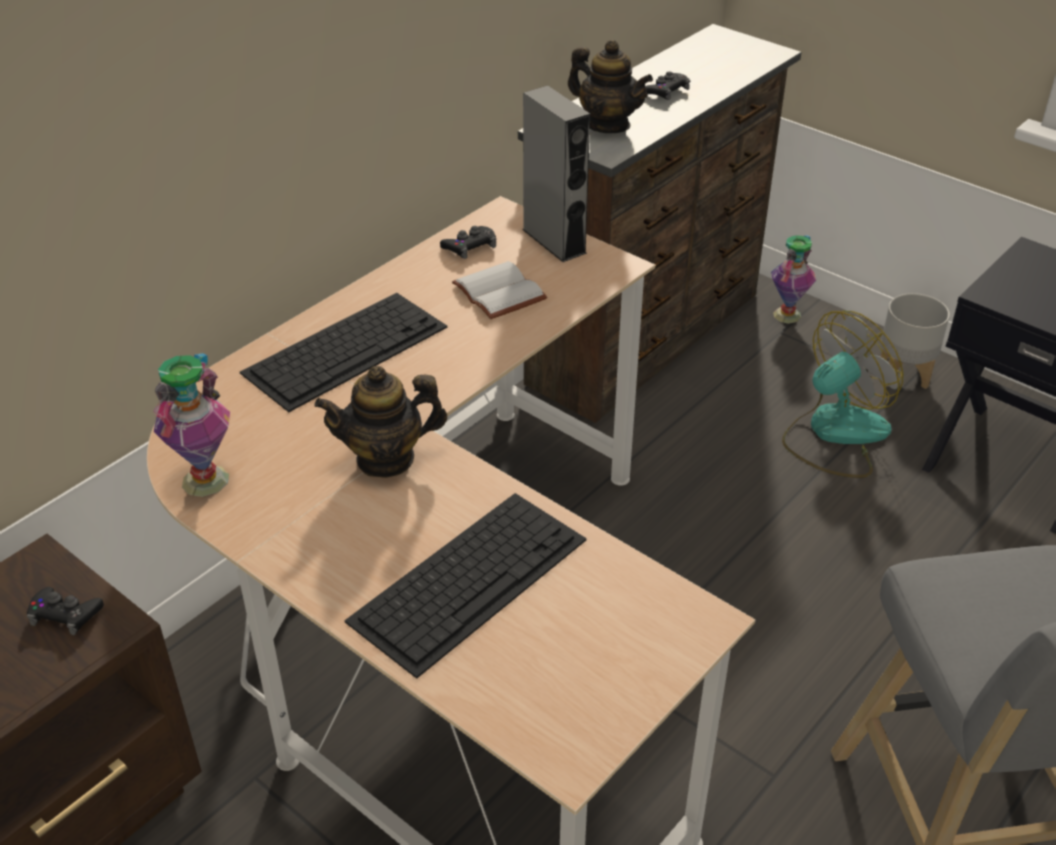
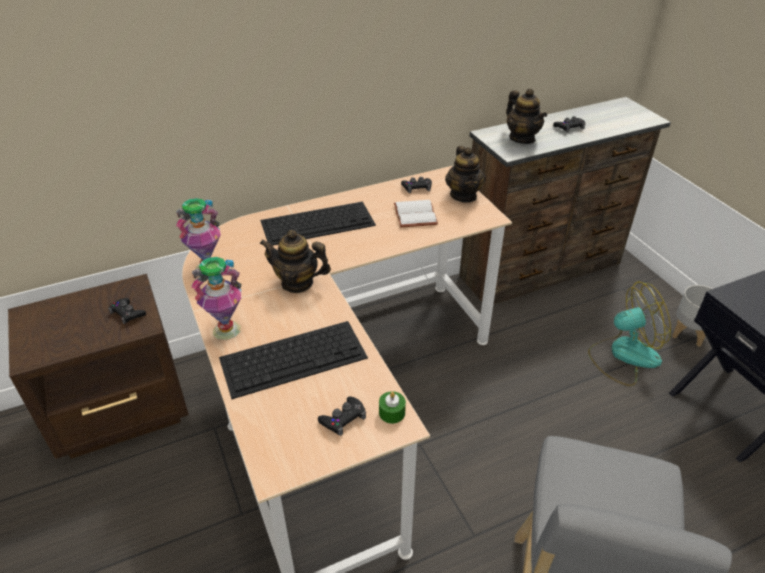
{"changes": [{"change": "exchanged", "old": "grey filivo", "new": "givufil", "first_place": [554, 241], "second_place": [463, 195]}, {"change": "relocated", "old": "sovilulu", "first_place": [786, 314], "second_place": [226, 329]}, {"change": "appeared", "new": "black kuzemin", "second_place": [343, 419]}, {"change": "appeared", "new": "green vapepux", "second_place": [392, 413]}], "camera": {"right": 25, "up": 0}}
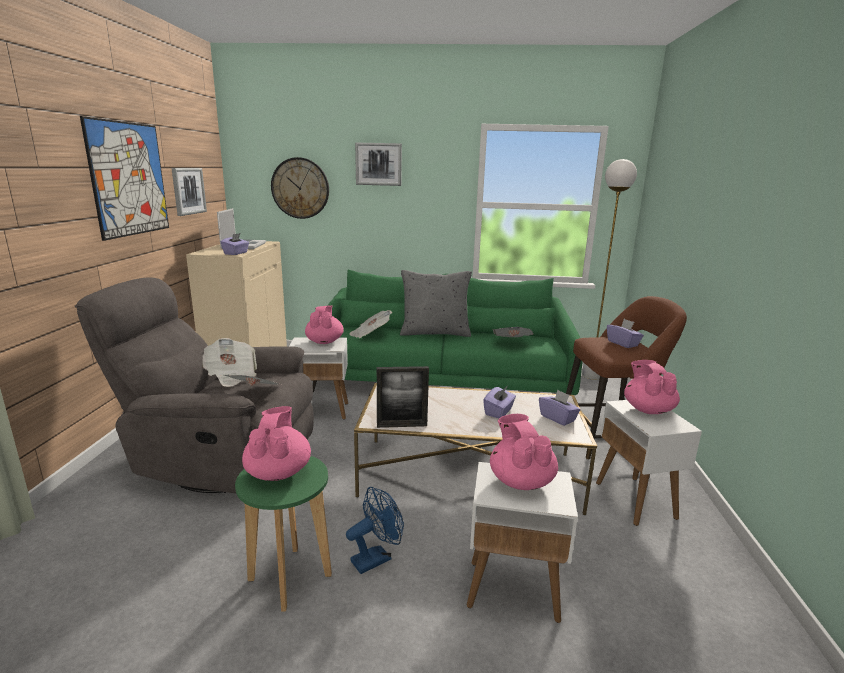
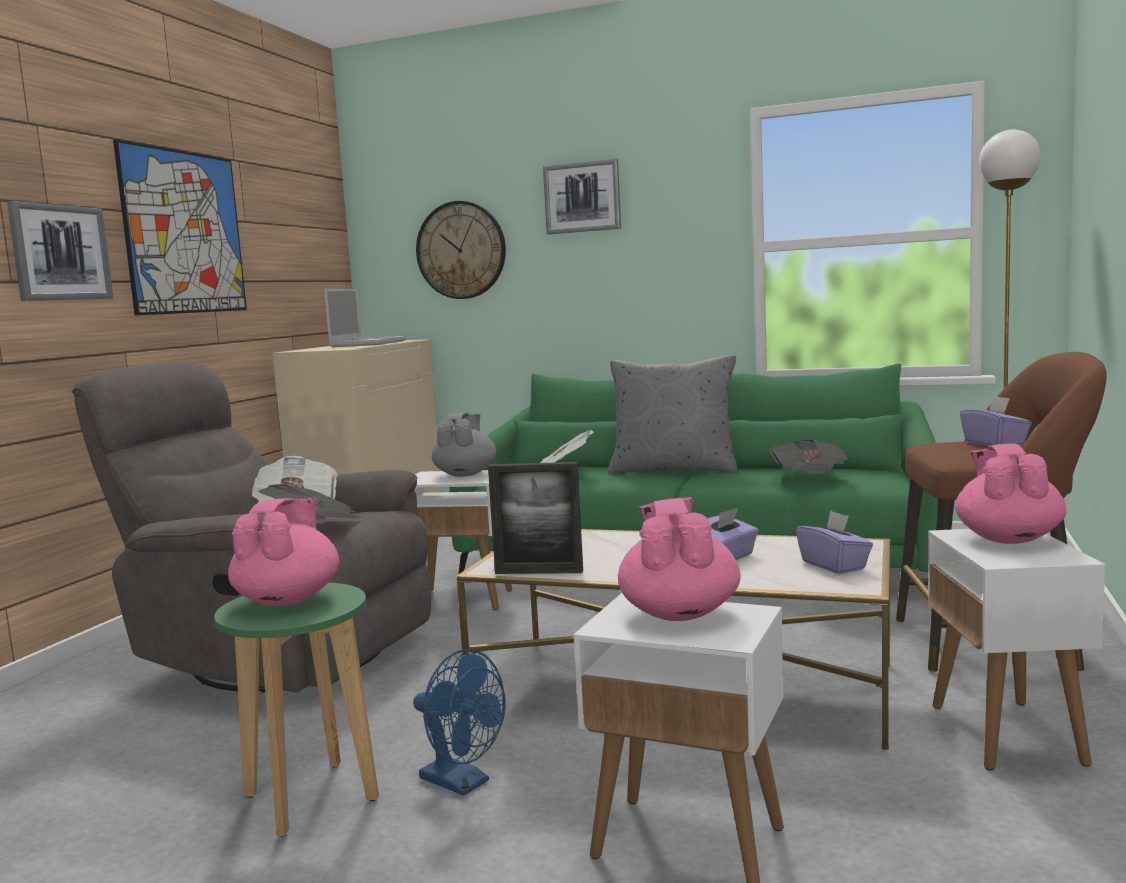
{"changes": [{"change": "relocated", "old": "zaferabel", "first_place": [188, 191], "second_place": [60, 253]}, {"change": "missing", "old": "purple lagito", "first_place": [236, 253]}, {"change": "colour", "old": "pink givufil", "new": "grey givufil", "first_place": [324, 341], "second_place": [465, 474]}, {"change": "spun", "old": "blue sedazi", "first_place": [376, 558], "second_place": [463, 783], "degrees": 60}], "camera": {"right": 15, "up": -10}}
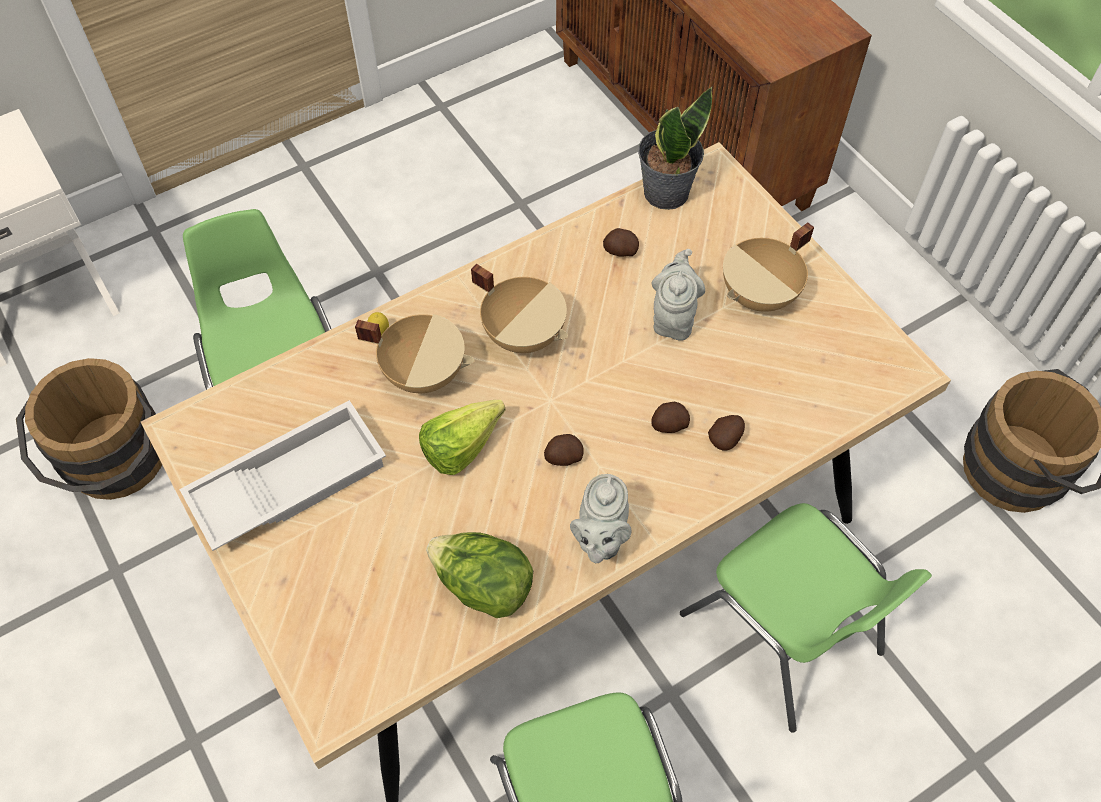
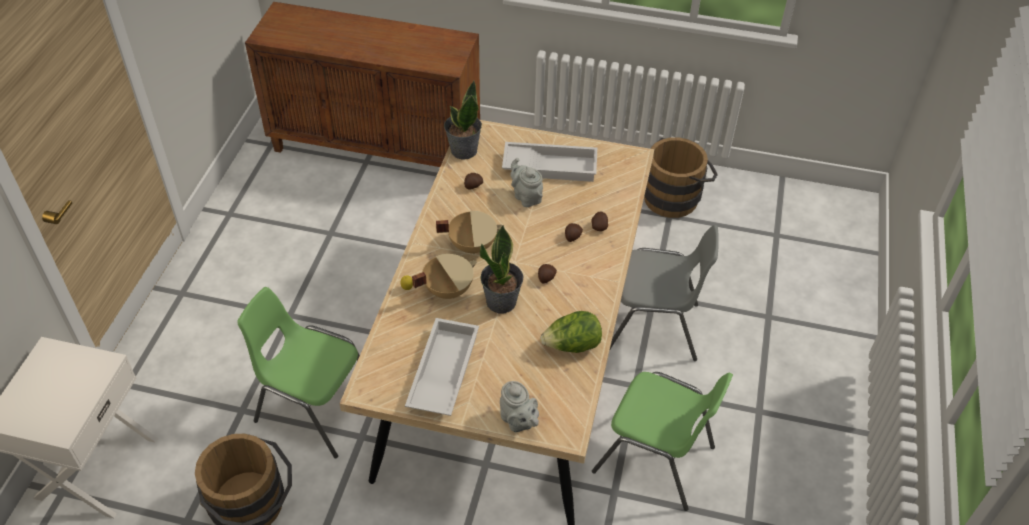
{"changes": [{"change": "exchanged", "old": "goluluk", "new": "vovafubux", "first_place": [468, 445], "second_place": [502, 302]}, {"change": "relocated", "old": "grey givufil", "first_place": [600, 538], "second_place": [518, 422]}, {"change": "colour", "old": "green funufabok", "new": "grey funufabok", "first_place": [783, 635], "second_place": [654, 328]}, {"change": "exchanged", "old": "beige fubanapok", "new": "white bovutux", "first_place": [760, 296], "second_place": [550, 166]}], "camera": {"right": -45, "up": -10}}
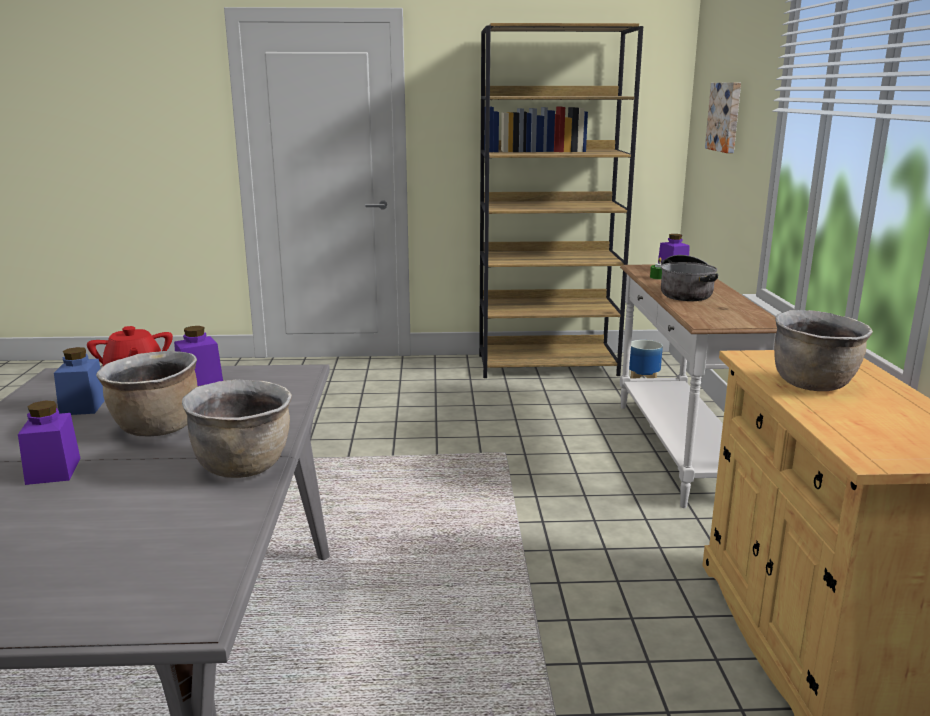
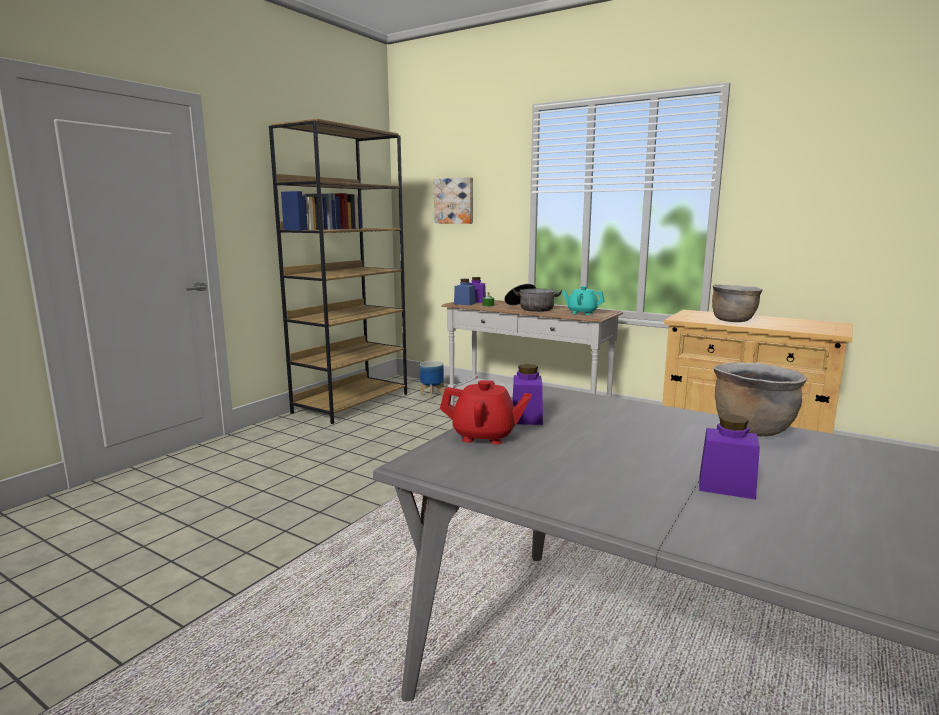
{"changes": [{"change": "relocated", "old": "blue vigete", "first_place": [83, 406], "second_place": [464, 303]}, {"change": "missing", "old": "brown fubanapok", "first_place": [156, 429]}, {"change": "appeared", "new": "turquoise givufil", "second_place": [582, 313]}], "camera": {"right": -55, "up": -5}}
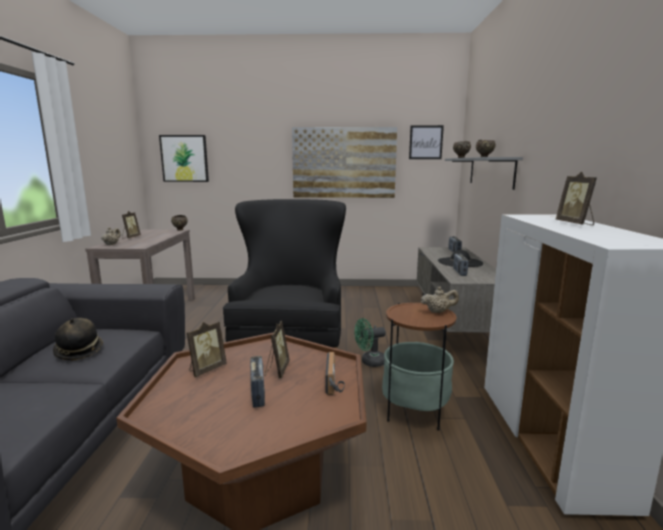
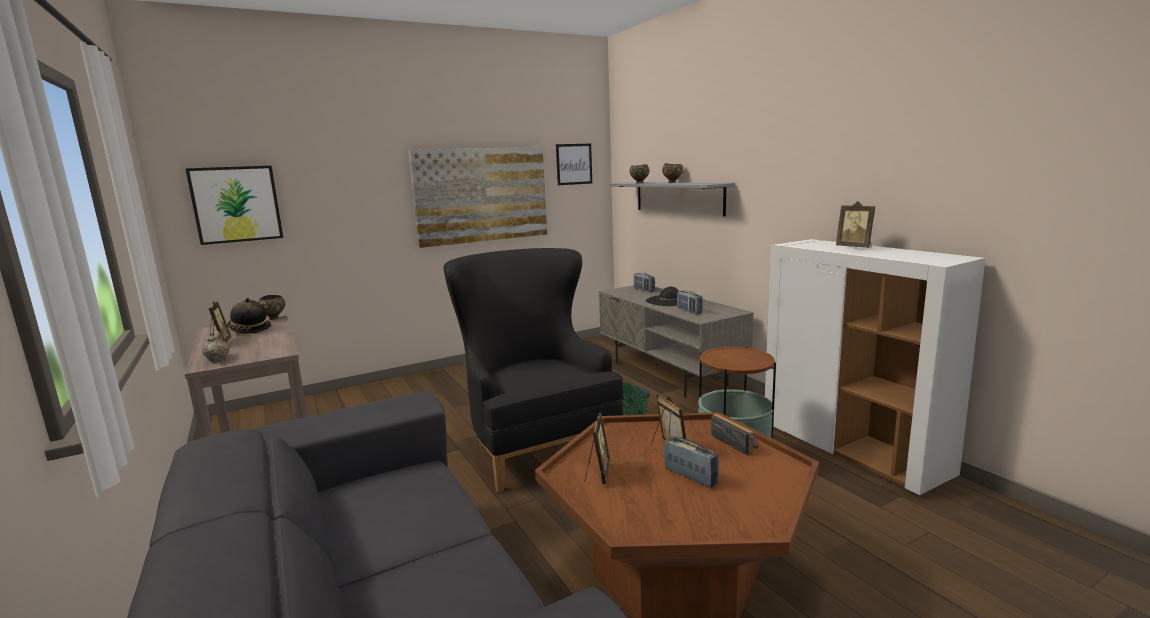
{"changes": [{"change": "relocated", "old": "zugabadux", "first_place": [79, 351], "second_place": [249, 330]}, {"change": "missing", "old": "beige givufil", "first_place": [438, 312]}], "camera": {"right": -30, "up": 0}}
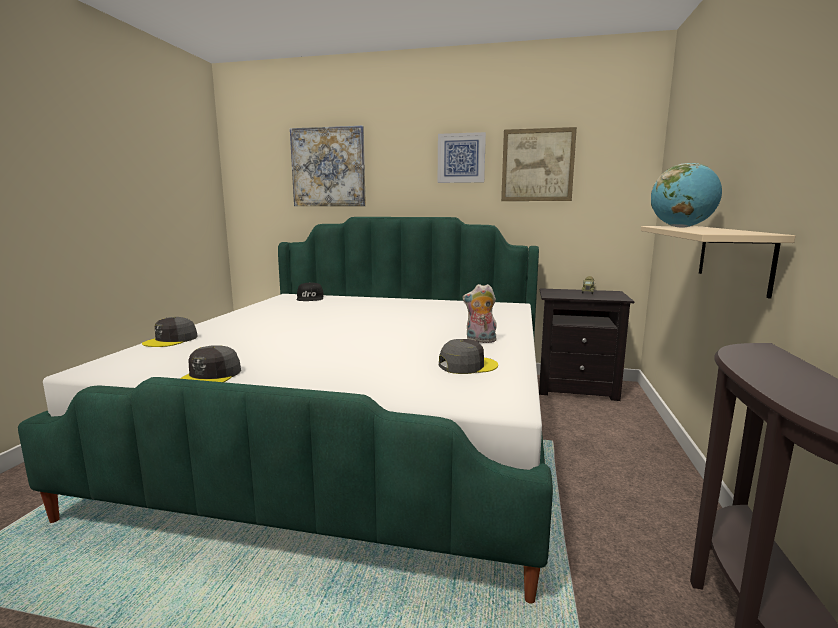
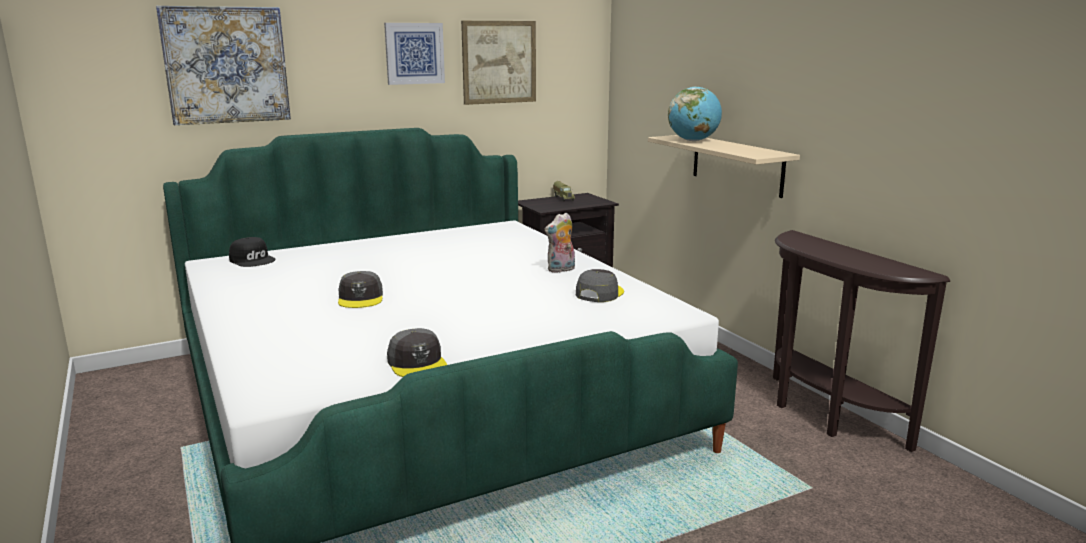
{"changes": [{"change": "relocated", "old": "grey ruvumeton", "first_place": [171, 340], "second_place": [361, 298]}], "camera": {"right": -40, "up": 5}}
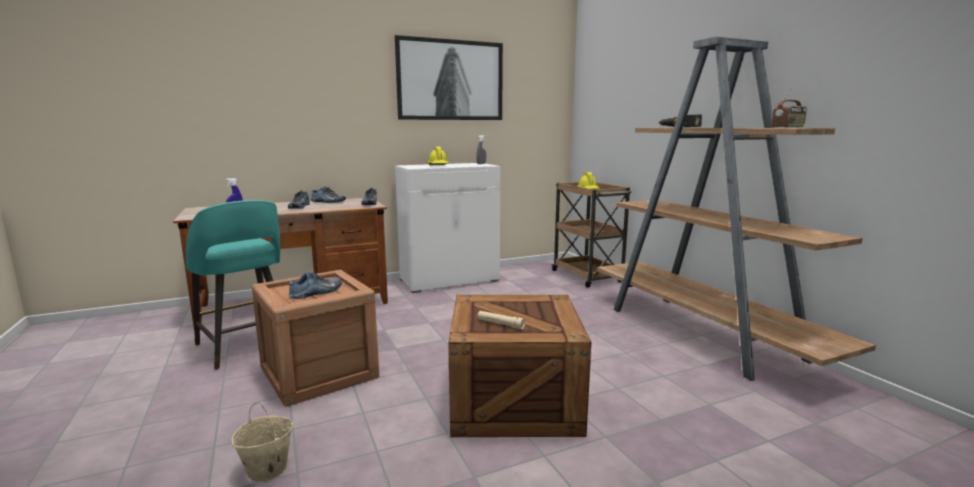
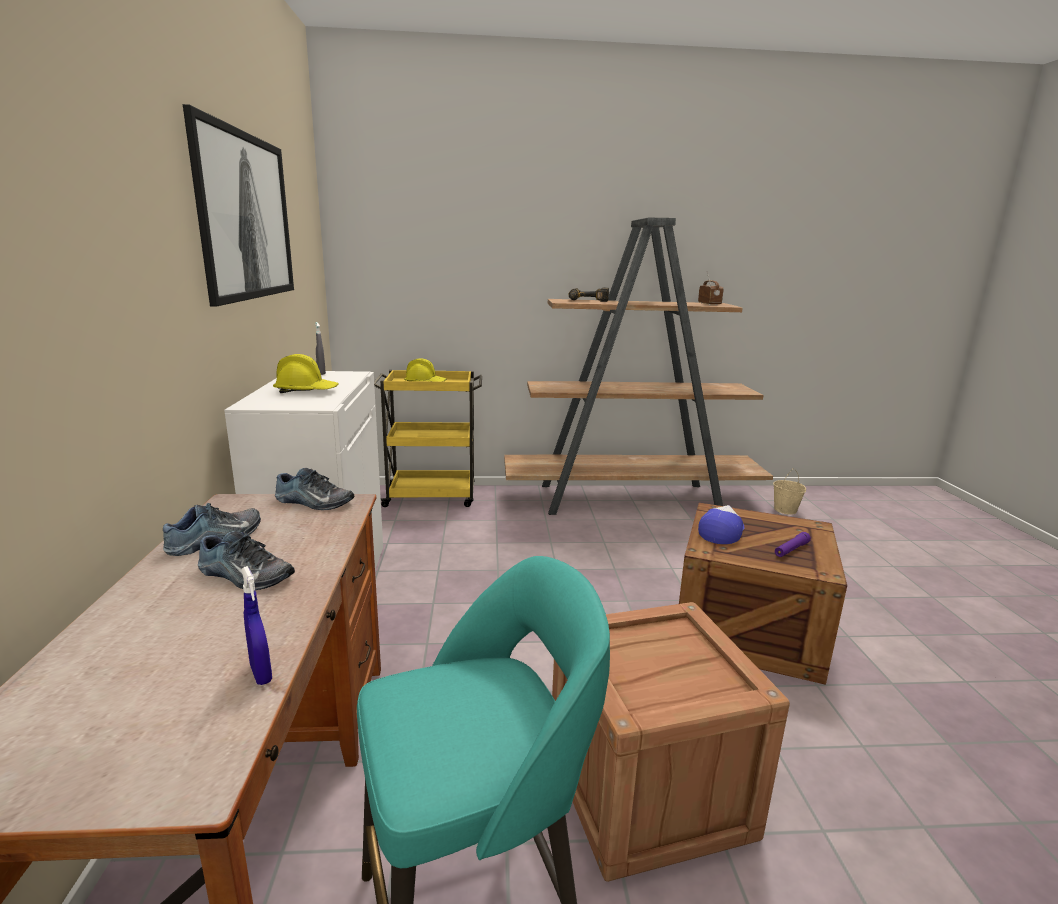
{"changes": [{"change": "relocated", "old": "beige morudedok", "first_place": [266, 470], "second_place": [785, 510]}, {"change": "missing", "old": "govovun", "first_place": [317, 292]}, {"change": "colour", "old": "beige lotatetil", "new": "purple lotatetil", "first_place": [500, 324], "second_place": [791, 550]}, {"change": "colour", "old": "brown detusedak", "new": "yellow detusedak", "first_place": [587, 277], "second_place": [432, 496]}, {"change": "appeared", "new": "ruvumeton", "second_place": [722, 532]}], "camera": {"right": -70, "up": 5}}
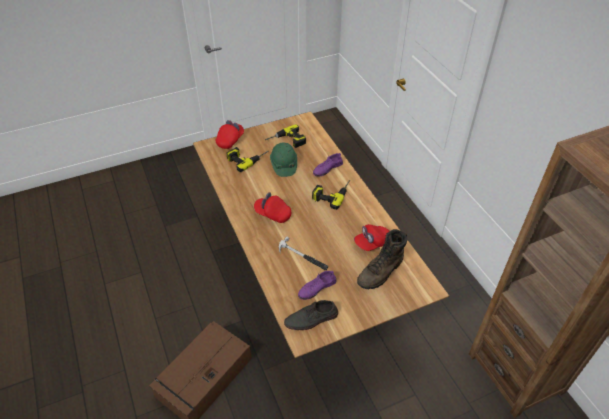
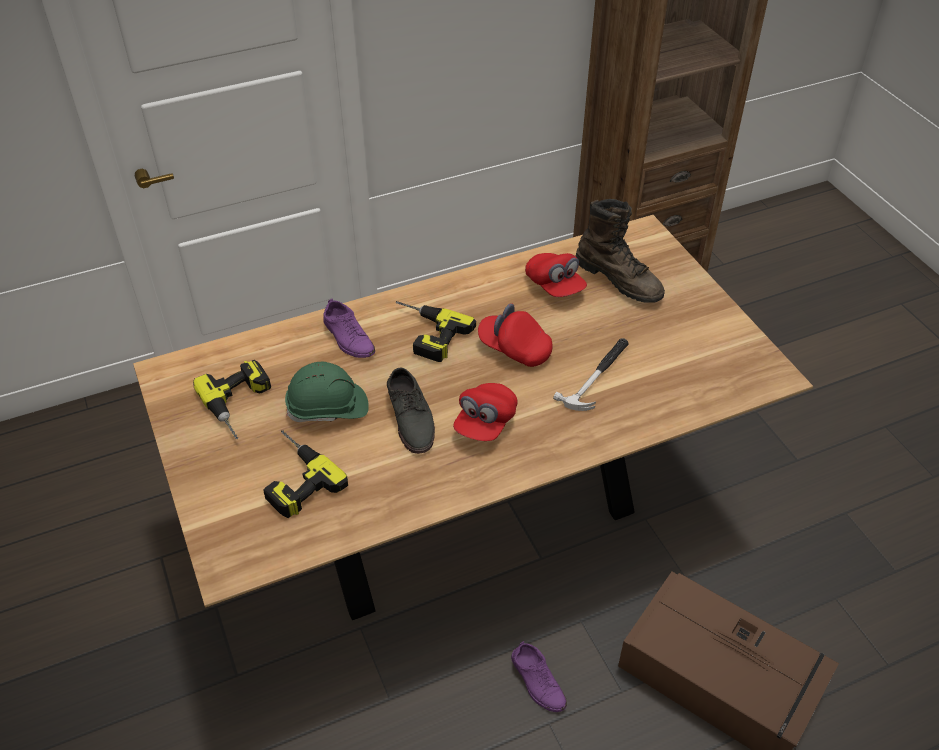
{"changes": [{"change": "relocated", "old": "red ruvumeton", "first_place": [230, 140], "second_place": [514, 349]}, {"change": "relocated", "old": "grey govovun", "first_place": [311, 319], "second_place": [411, 417]}, {"change": "relocated", "old": "purple govovun", "first_place": [317, 288], "second_place": [537, 681]}], "camera": {"right": -90, "up": 0}}
